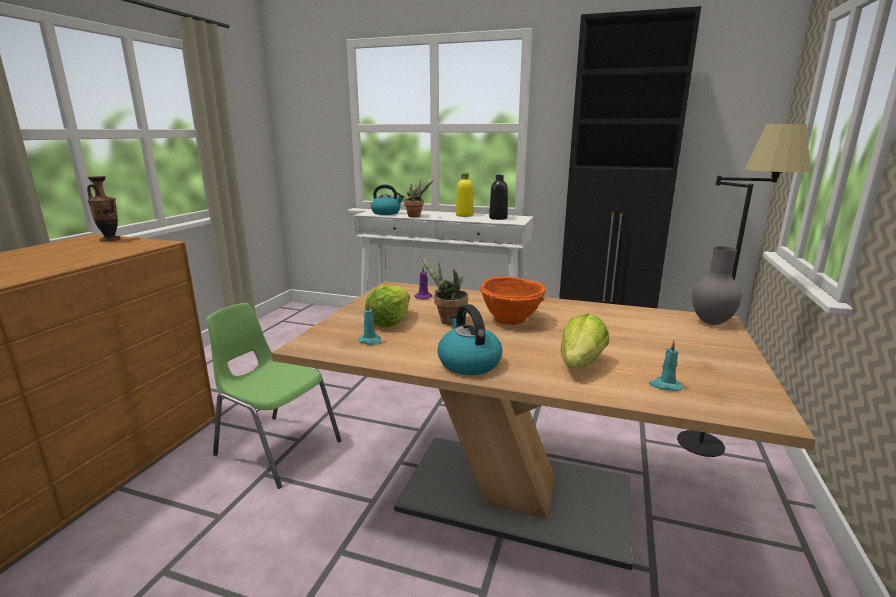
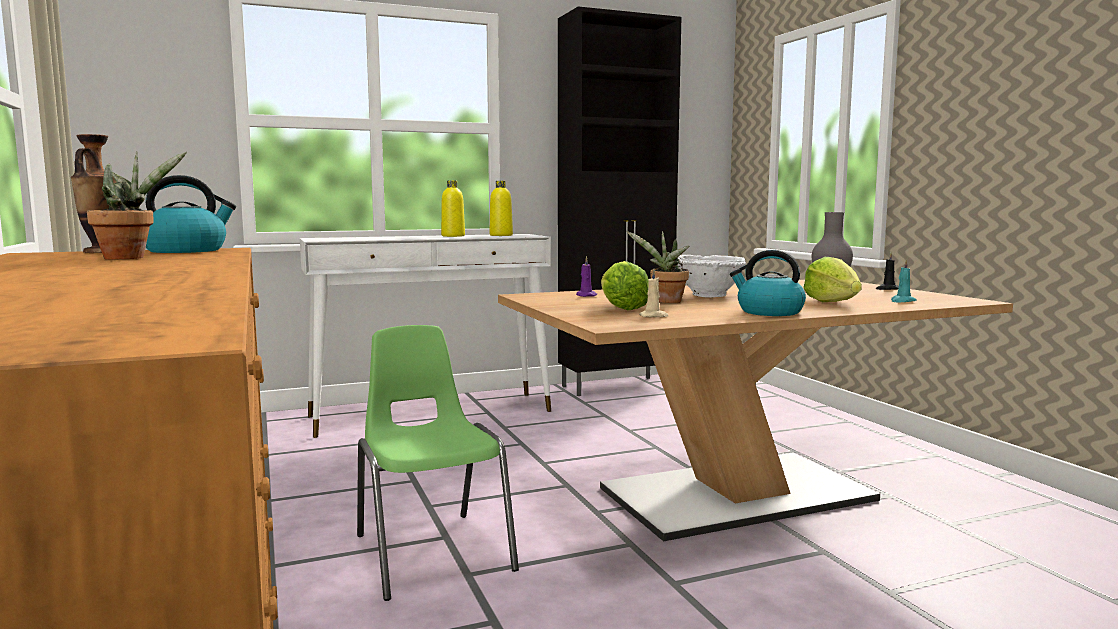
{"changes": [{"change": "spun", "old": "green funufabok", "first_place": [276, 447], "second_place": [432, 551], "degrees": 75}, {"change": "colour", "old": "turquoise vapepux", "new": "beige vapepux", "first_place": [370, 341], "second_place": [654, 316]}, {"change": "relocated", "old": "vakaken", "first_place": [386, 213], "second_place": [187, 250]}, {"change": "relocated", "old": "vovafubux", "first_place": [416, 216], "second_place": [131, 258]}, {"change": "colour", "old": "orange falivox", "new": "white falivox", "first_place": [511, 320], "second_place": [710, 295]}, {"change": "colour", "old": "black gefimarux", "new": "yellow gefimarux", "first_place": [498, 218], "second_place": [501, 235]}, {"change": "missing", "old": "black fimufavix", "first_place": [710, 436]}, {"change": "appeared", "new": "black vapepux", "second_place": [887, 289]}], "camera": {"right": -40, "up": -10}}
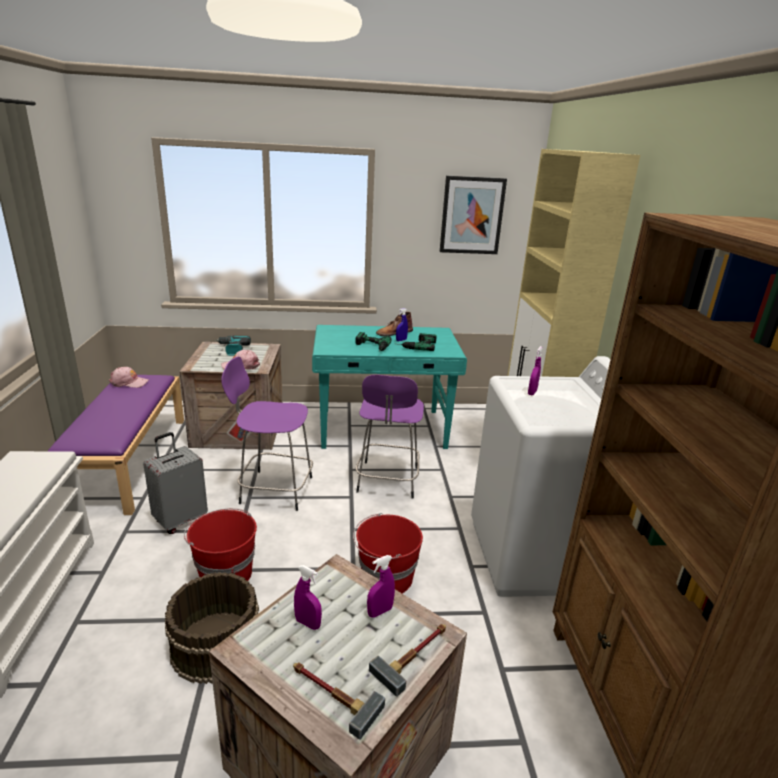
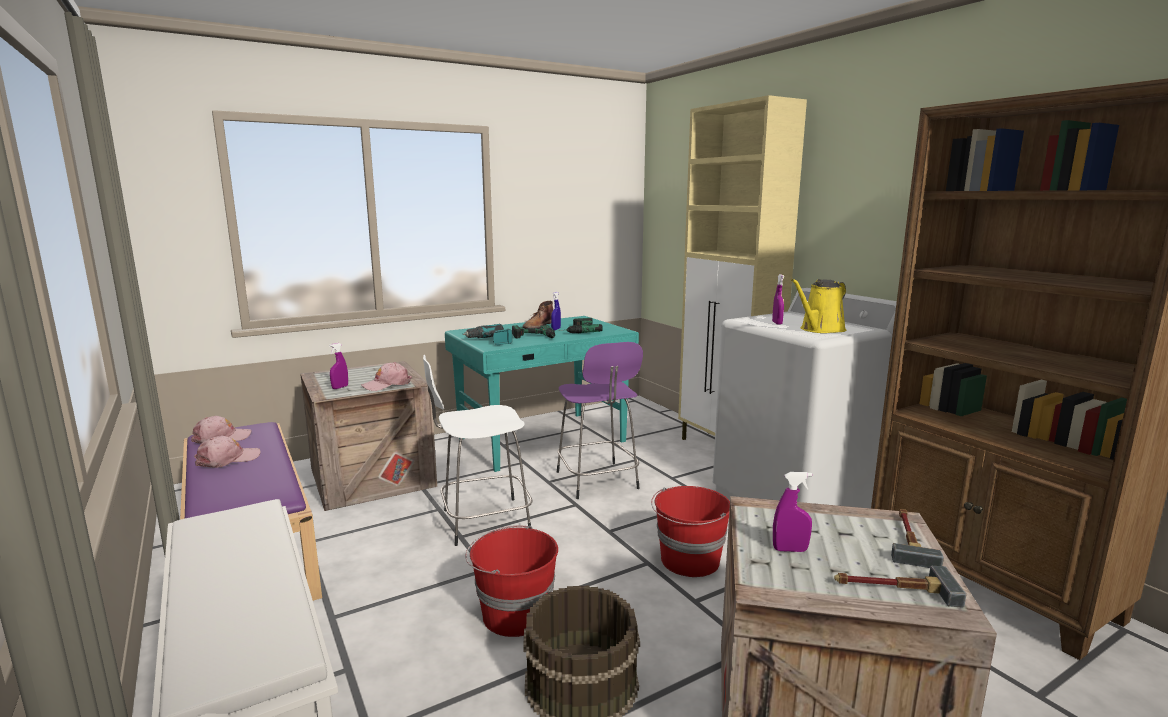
{"changes": [{"change": "missing", "old": "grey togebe", "first_place": [181, 520]}, {"change": "relocated", "old": "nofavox", "first_place": [232, 350], "second_place": [490, 341]}, {"change": "colour", "old": "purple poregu", "new": "white poregu", "first_place": [273, 489], "second_place": [482, 521]}, {"change": "relocated", "old": "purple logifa", "first_place": [380, 611], "second_place": [340, 387]}, {"change": "missing", "old": "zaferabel", "first_place": [472, 215]}, {"change": "appeared", "new": "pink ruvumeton", "second_place": [228, 459]}, {"change": "appeared", "new": "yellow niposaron", "second_place": [820, 330]}], "camera": {"right": -25, "up": -10}}
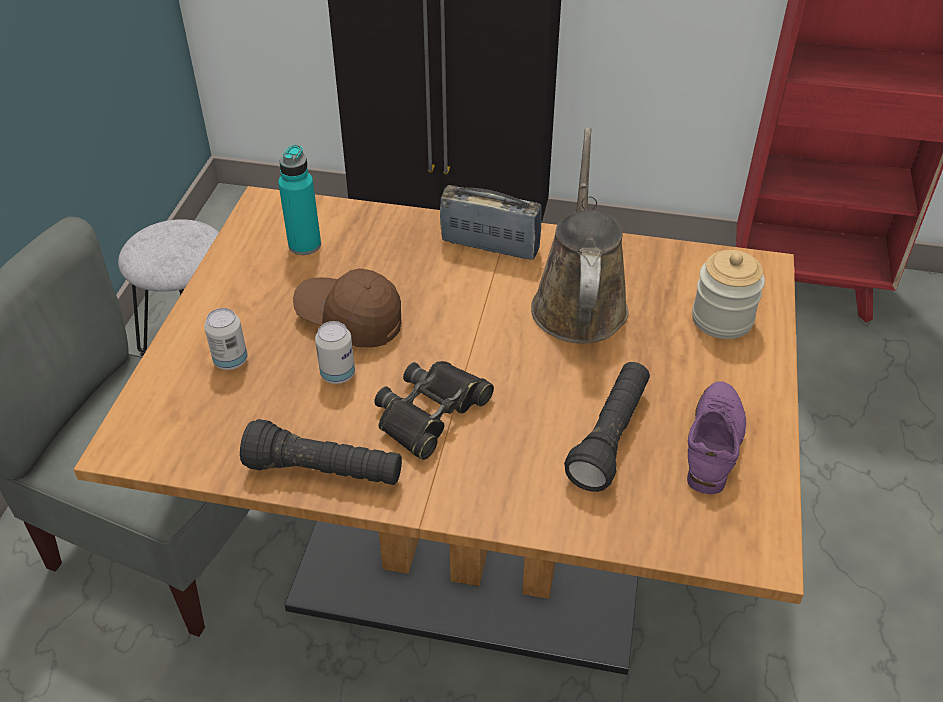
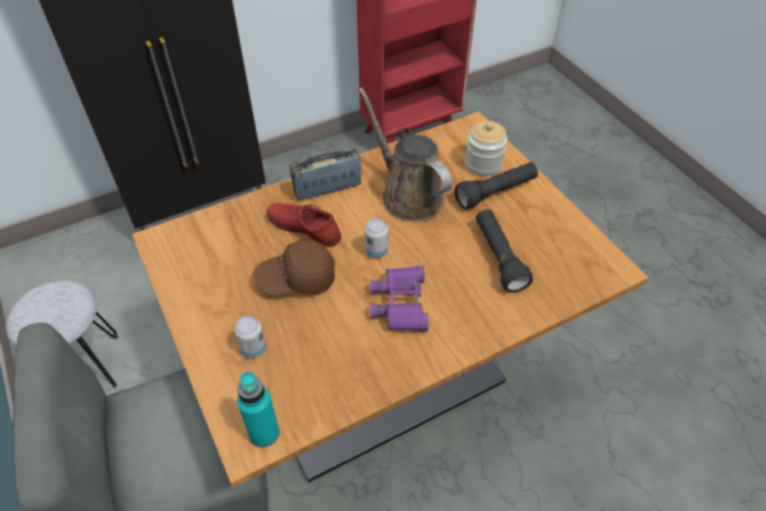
{"changes": [{"change": "relocated", "old": "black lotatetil", "first_place": [325, 471], "second_place": [496, 193]}, {"change": "relocated", "old": "turquoise gefimarux", "first_place": [304, 245], "second_place": [264, 433]}, {"change": "relocated", "old": "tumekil", "first_place": [338, 374], "second_place": [376, 251]}, {"change": "colour", "old": "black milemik", "new": "purple milemik", "first_place": [430, 413], "second_place": [401, 303]}, {"change": "missing", "old": "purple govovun", "first_place": [714, 442]}, {"change": "appeared", "new": "red govovun", "second_place": [304, 227]}], "camera": {"right": -40, "up": 5}}
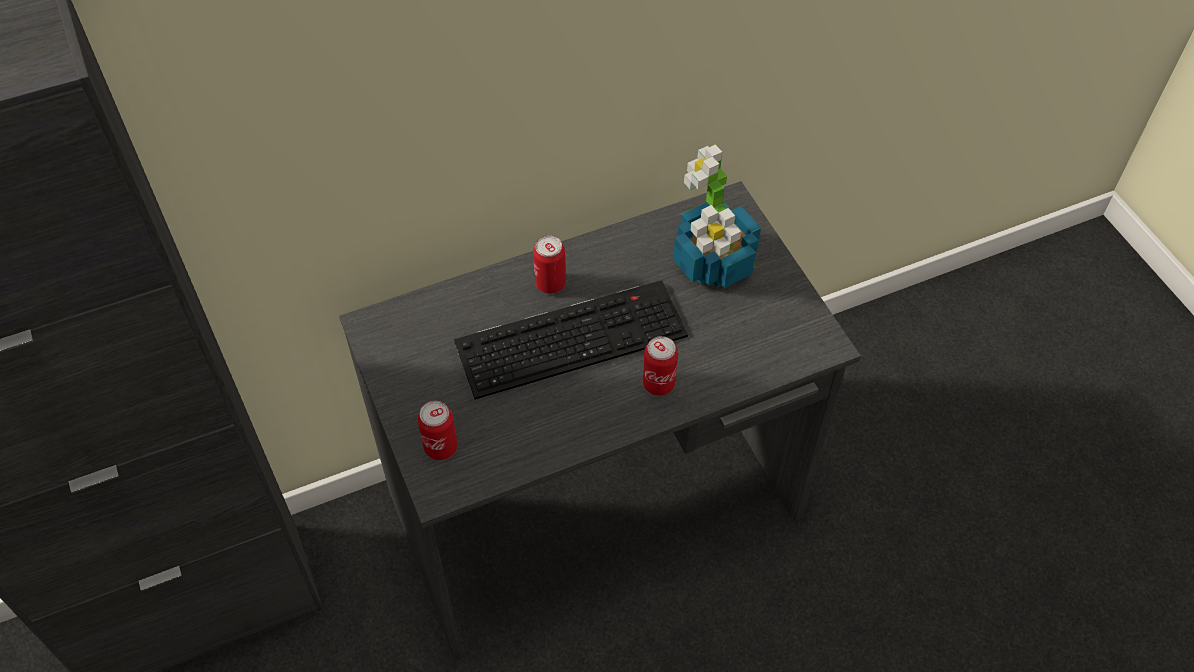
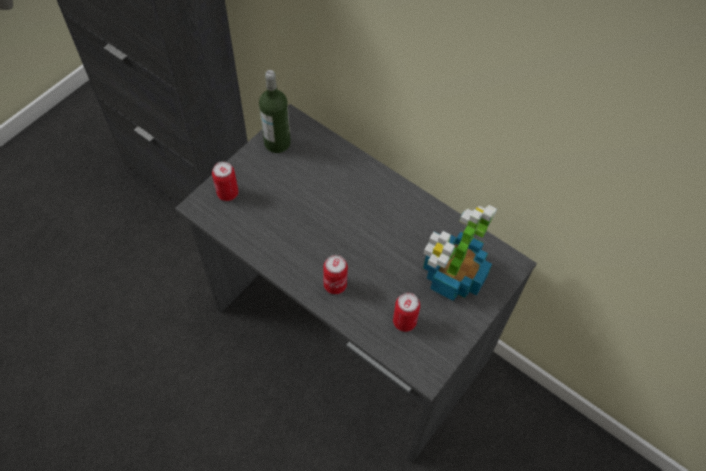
{"changes": [{"change": "missing", "old": "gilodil", "first_place": [572, 336]}, {"change": "relocated", "old": "tumekil", "first_place": [550, 283], "second_place": [404, 321]}, {"change": "appeared", "new": "gefimarux", "second_place": [277, 143]}], "camera": {"right": 60, "up": 5}}
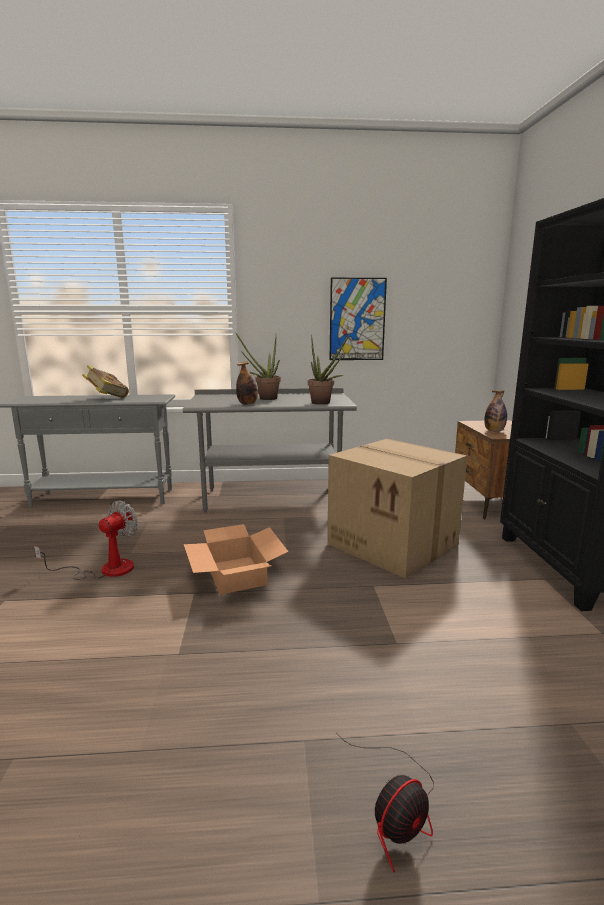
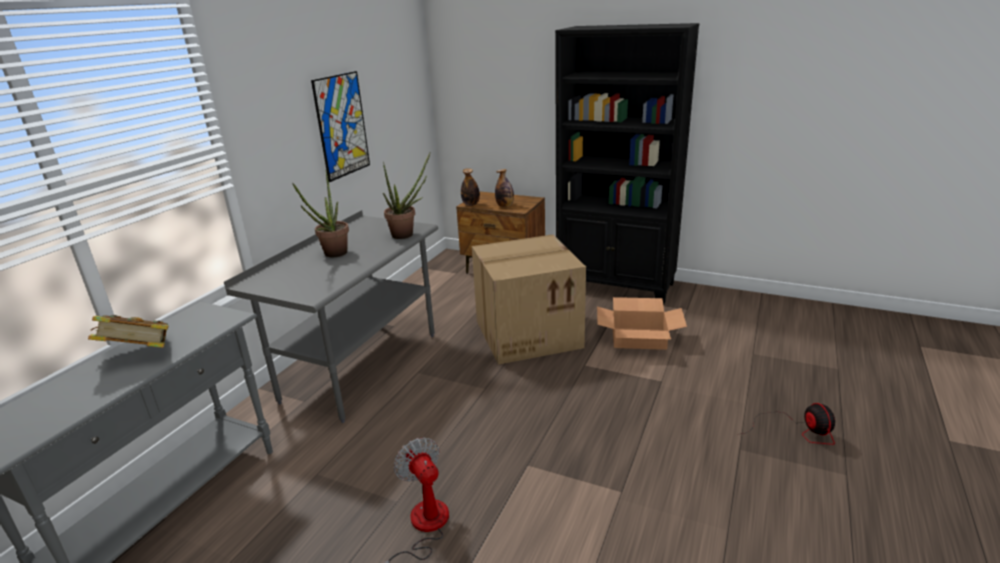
{"changes": [{"change": "relocated", "old": "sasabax", "first_place": [236, 574], "second_place": [639, 338]}, {"change": "relocated", "old": "gefimarux", "first_place": [247, 404], "second_place": [471, 204]}], "camera": {"right": -60, "up": 10}}
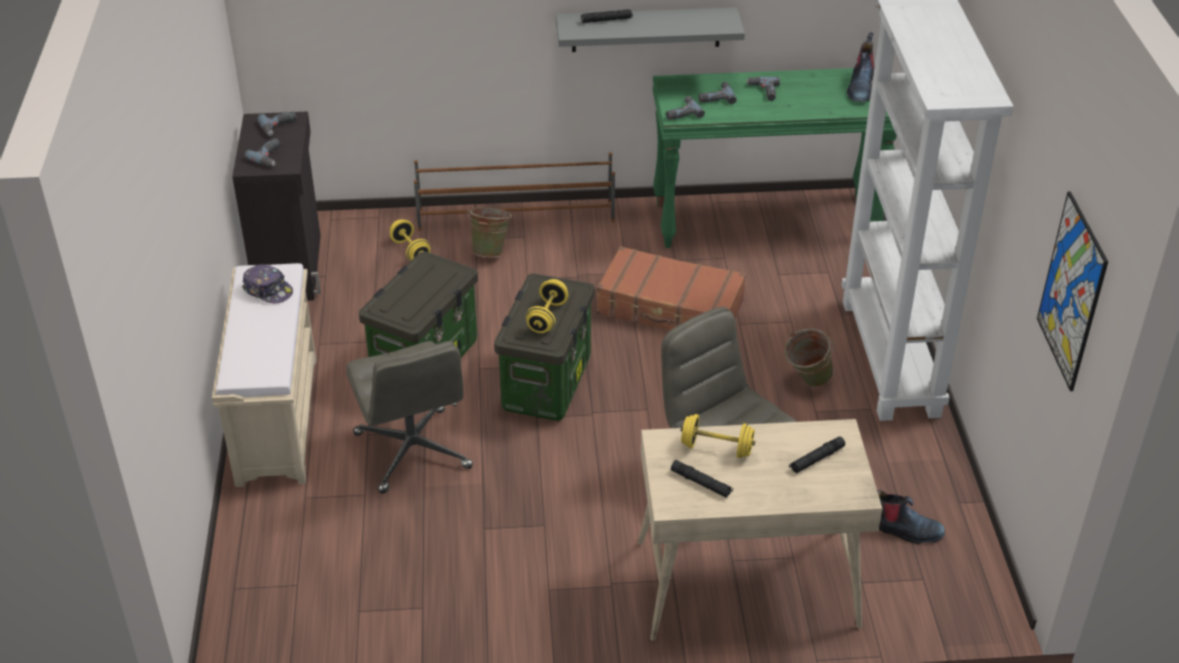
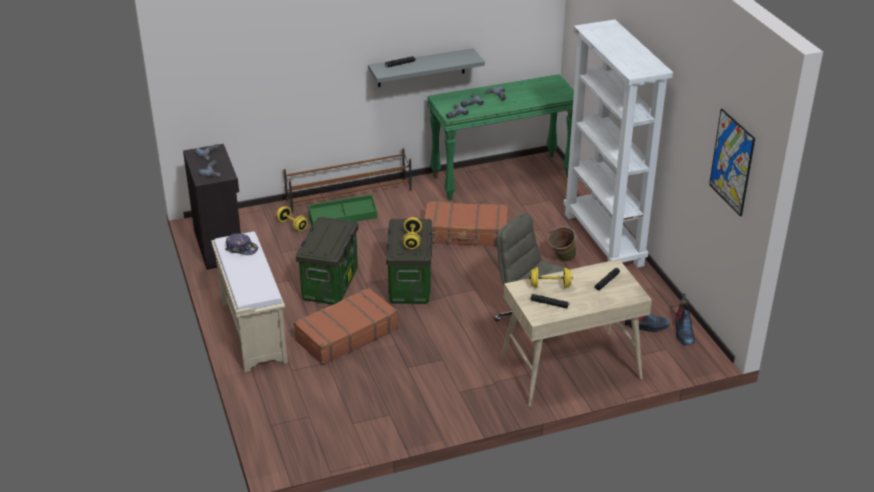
{"changes": [{"change": "exchanged", "old": "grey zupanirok", "new": "brown togebe", "first_place": [413, 452], "second_place": [346, 334]}, {"change": "exchanged", "old": "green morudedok", "new": "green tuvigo", "first_place": [491, 251], "second_place": [343, 218]}, {"change": "relocated", "old": "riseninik", "first_place": [860, 87], "second_place": [683, 332]}], "camera": {"right": -15, "up": -5}}
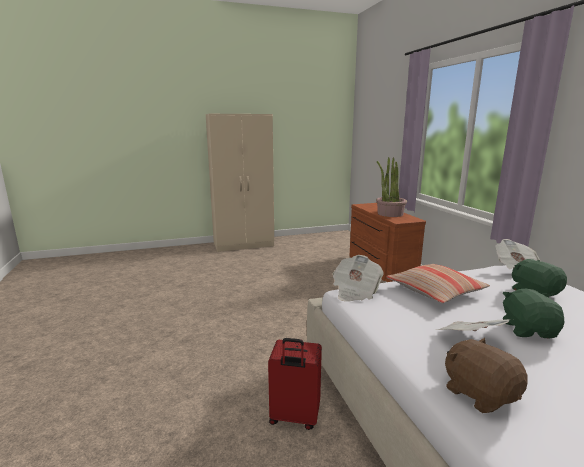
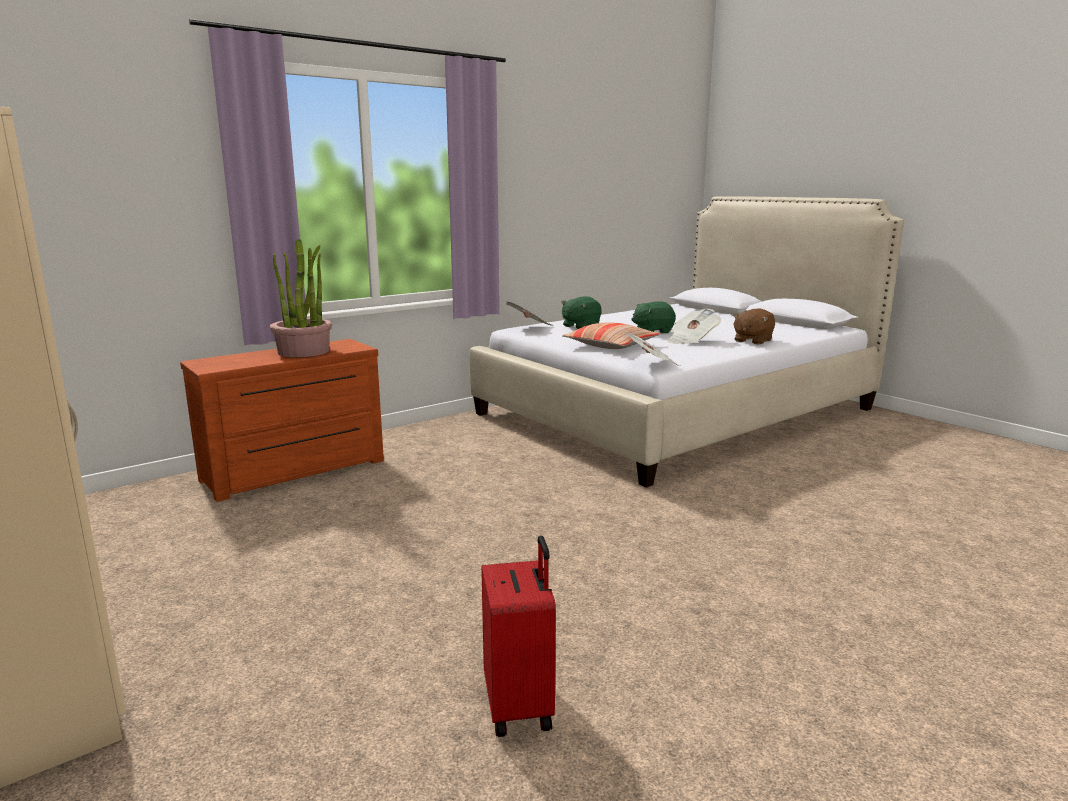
{"changes": [{"change": "relocated", "old": "red togebe", "first_place": [294, 417], "second_place": [520, 706]}], "camera": {"right": -110, "up": 0}}
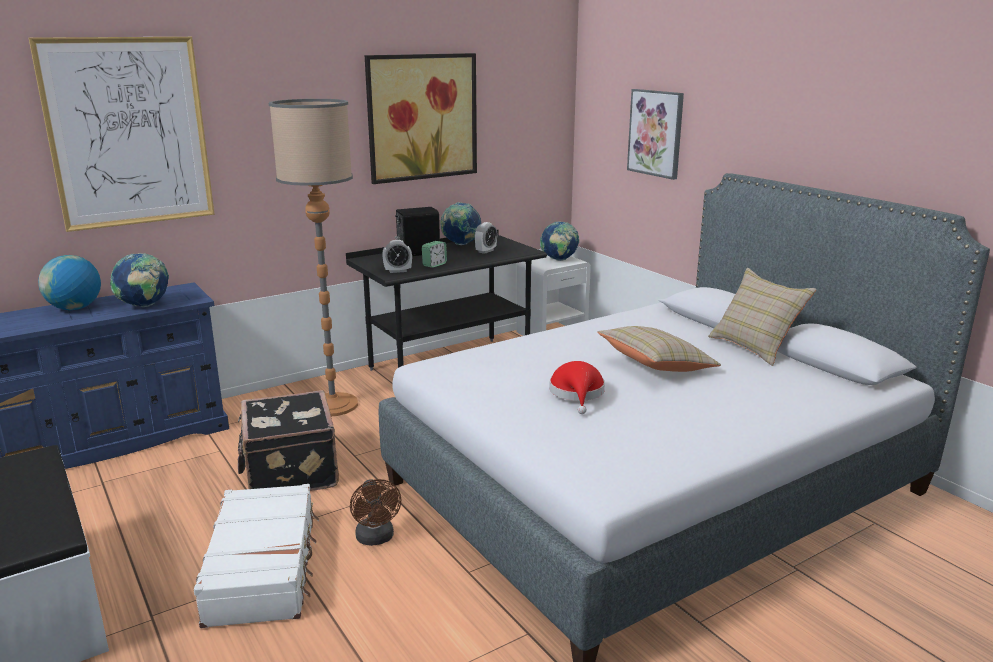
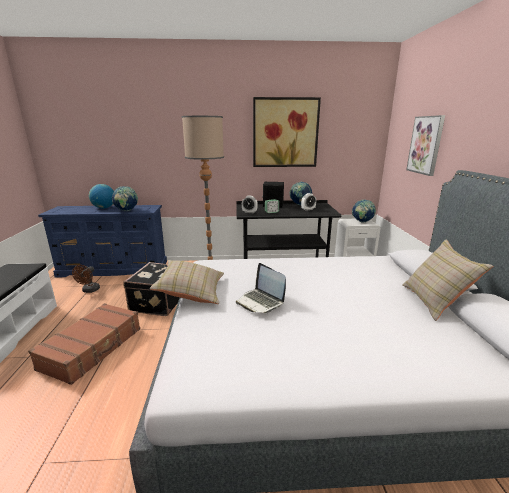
{"changes": [{"change": "missing", "old": "zaferabel", "first_place": [128, 133]}, {"change": "colour", "old": "white togebe", "new": "brown togebe", "first_place": [264, 567], "second_place": [93, 348]}, {"change": "relocated", "old": "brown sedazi", "first_place": [376, 539], "second_place": [89, 290]}, {"change": "exchanged", "old": "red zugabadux", "new": "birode", "first_place": [577, 393], "second_place": [260, 302]}, {"change": "relocated", "old": "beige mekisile", "first_place": [656, 366], "second_place": [191, 292]}], "camera": {"right": 30, "up": 0}}
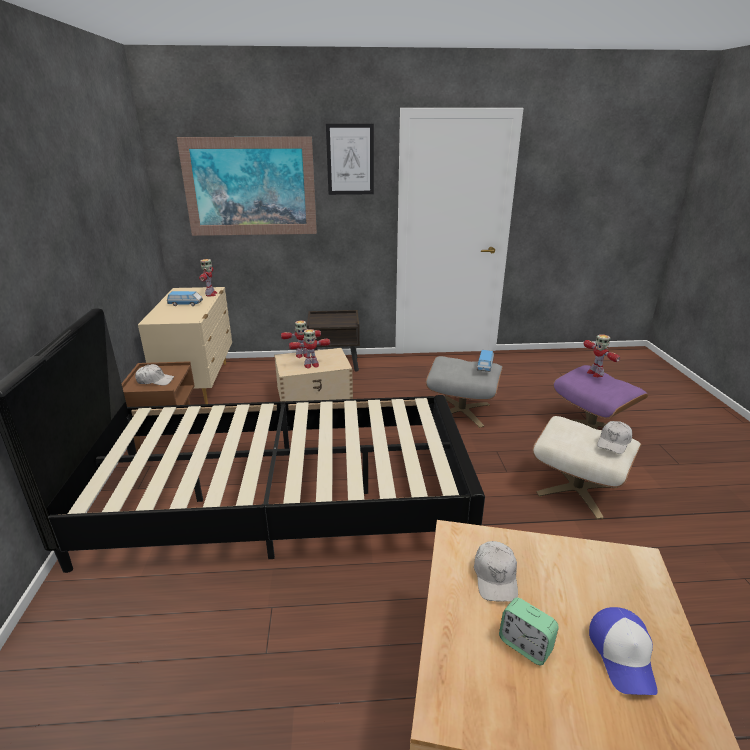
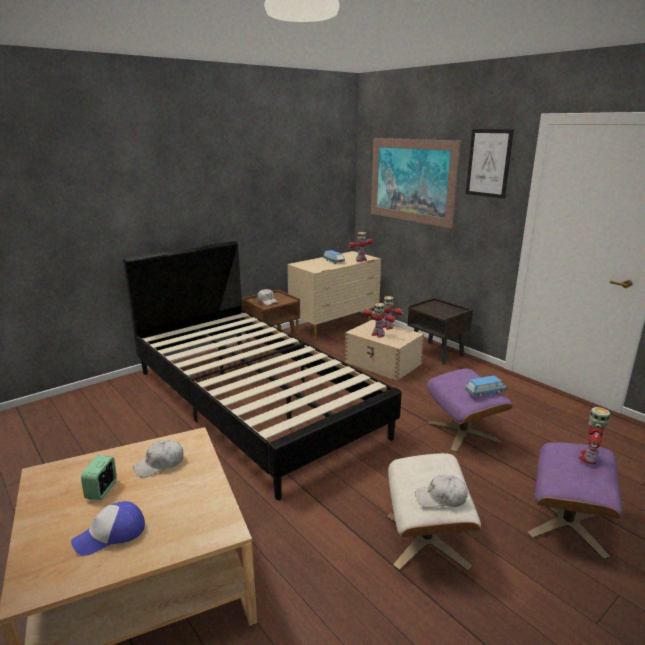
{"changes": [{"change": "colour", "old": "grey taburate", "new": "purple taburate", "first_place": [461, 411], "second_place": [463, 432]}], "camera": {"right": 55, "up": -5}}
